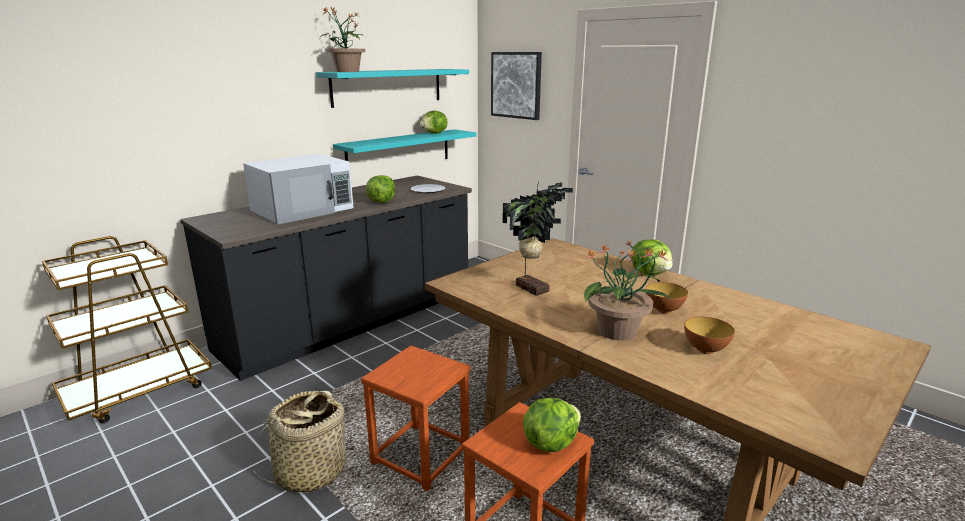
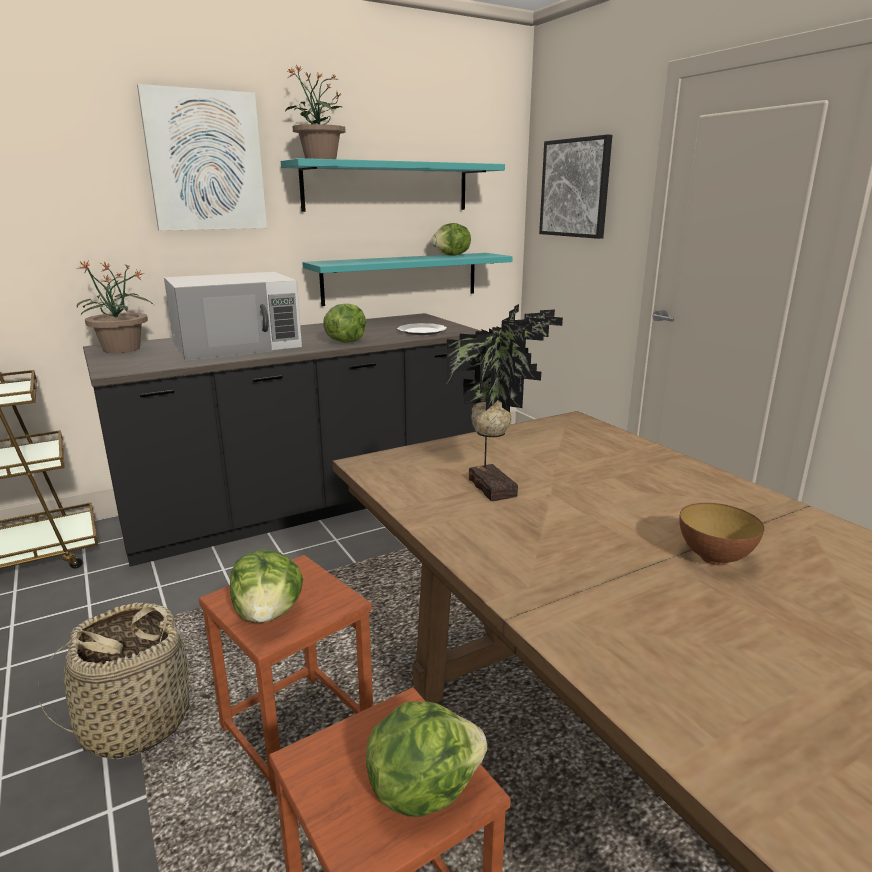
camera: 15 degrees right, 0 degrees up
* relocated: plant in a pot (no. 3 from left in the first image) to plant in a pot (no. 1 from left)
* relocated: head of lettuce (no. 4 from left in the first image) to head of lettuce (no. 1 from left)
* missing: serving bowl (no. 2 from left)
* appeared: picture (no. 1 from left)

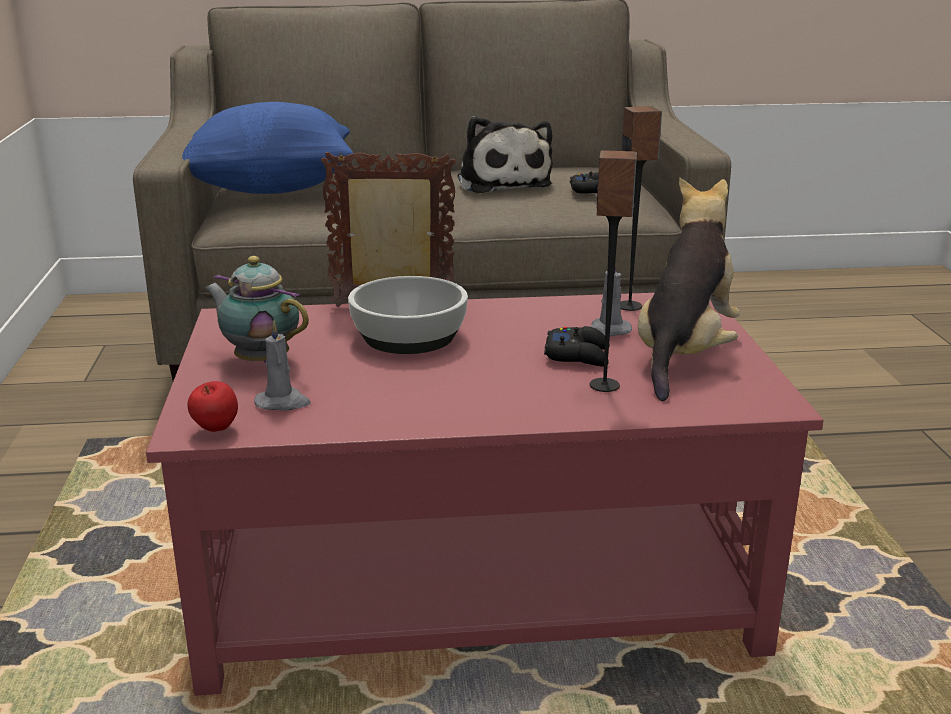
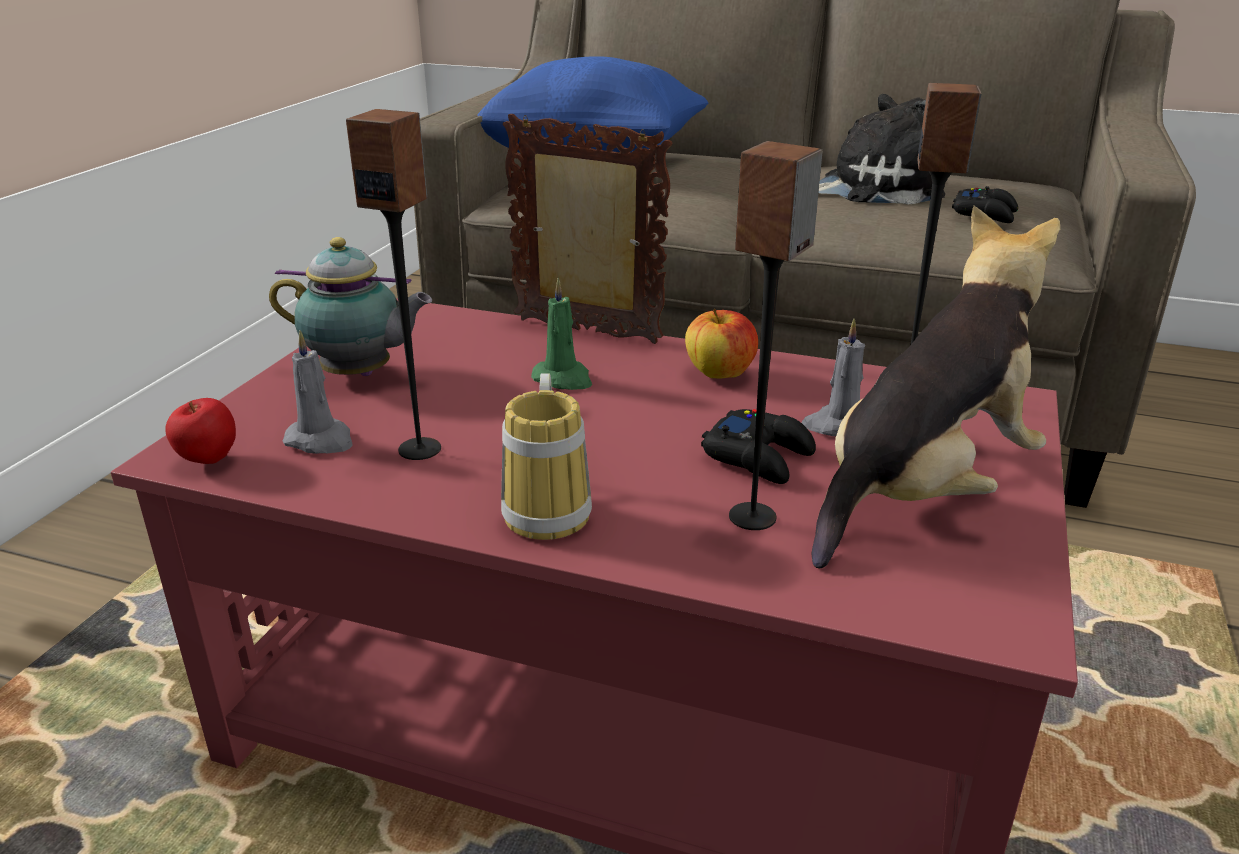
camera: 25 degrees right, 5 degrees up
* spun: teapot 135 degrees clockwise
* exchanged: serving bowl to greenish wax light
* spun: soft toy (no. 1 from left) 105 degrees counterclockwise
* appeared: speaker (no. 1 from left)
* appeared: coffee mug
* appeared: apple (no. 2 from left)

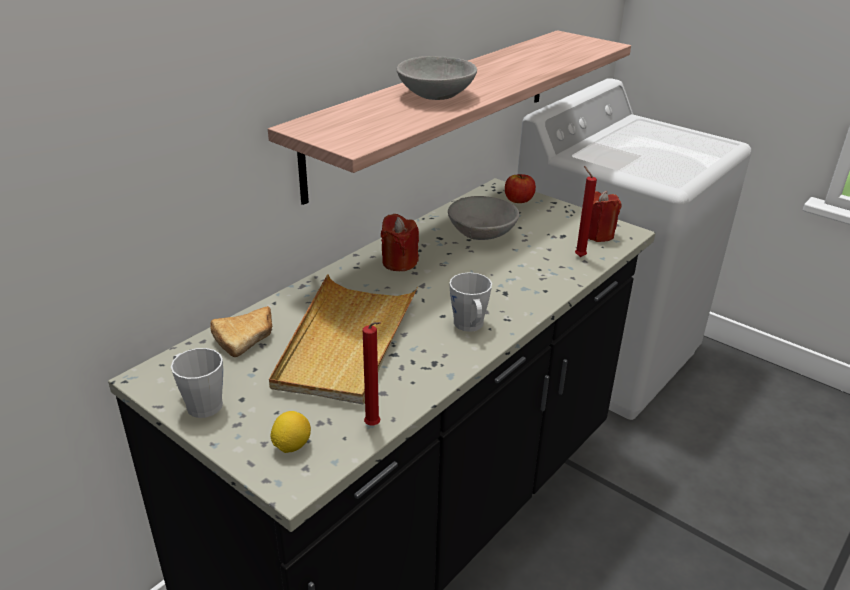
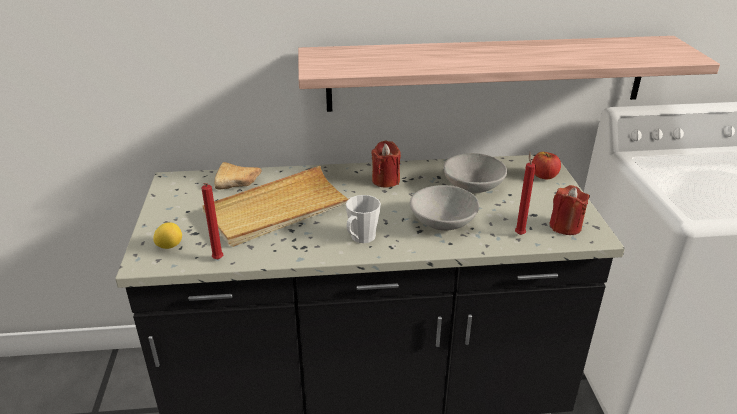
camera: 45 degrees right, 0 degrees up
* missing: gray coffee mug (no. 1 from left)
* relocated: gray serving bowl (no. 1 from left)

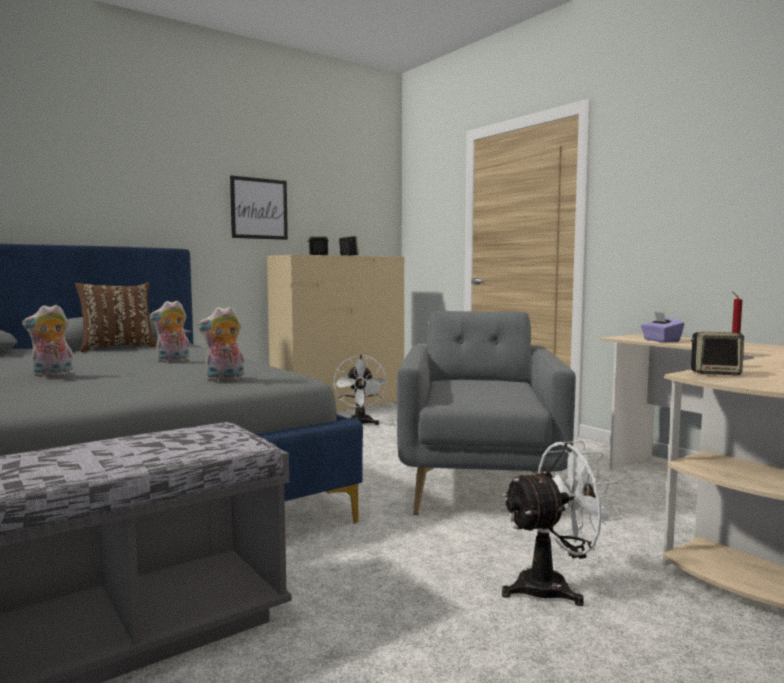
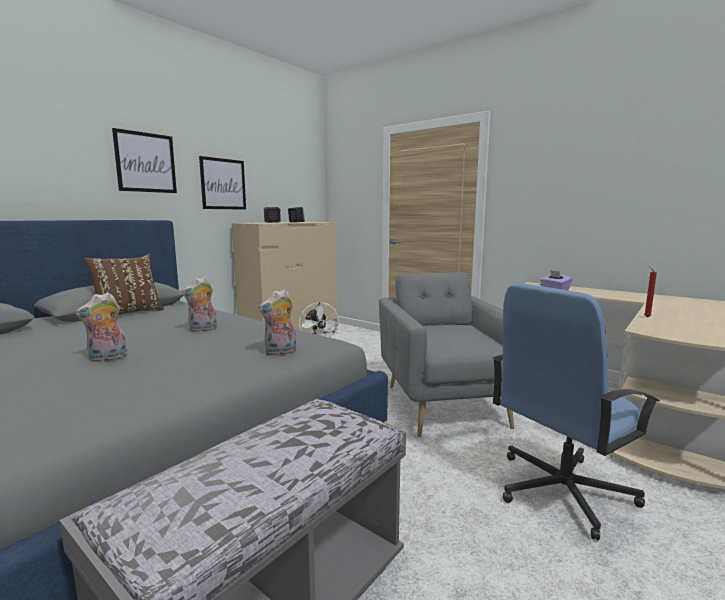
camera: 15 degrees left, 5 degrees up
* exchanged: white fan (no. 2 from left) to blue-coloured office chair
* missing: speaker (no. 3 from left)
* appeared: picture (no. 1 from left)

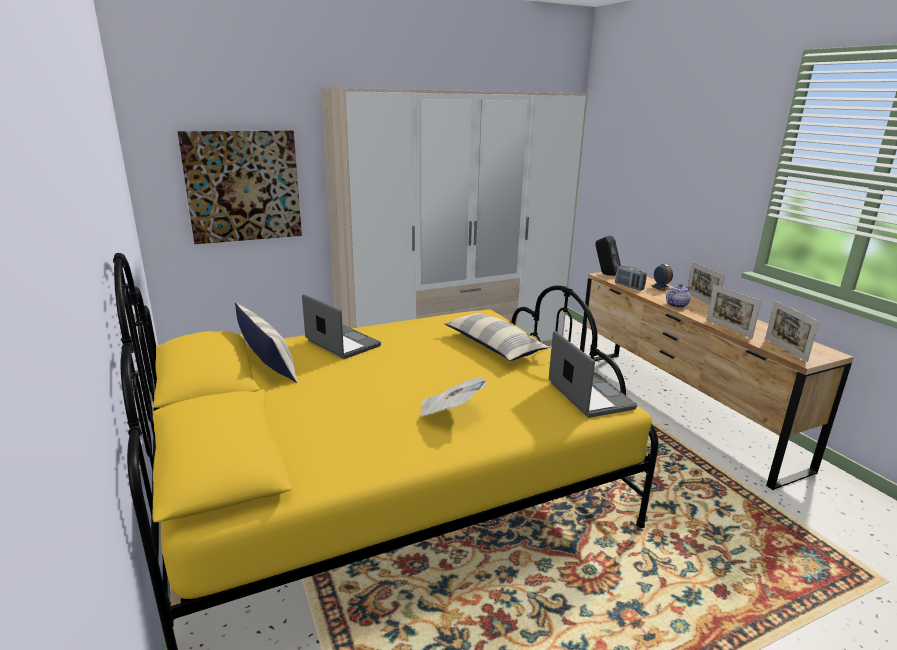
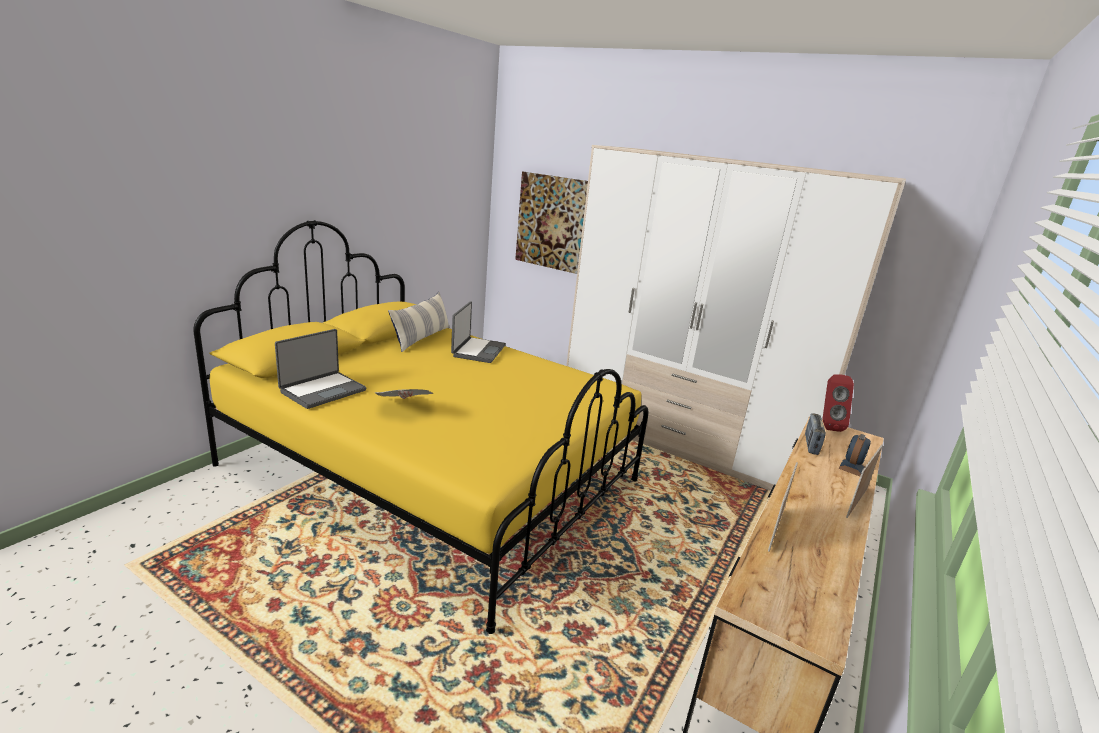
camera: 55 degrees right, 0 degrees up
* missing: throw pillow (no. 2 from left)
* relocated: notebook computer (no. 2 from left in the first image) to notebook computer (no. 1 from left)
* colour: black-coloured speaker to red-coloured speaker
* missing: teapot
* missing: picture frame (no. 3 from left)

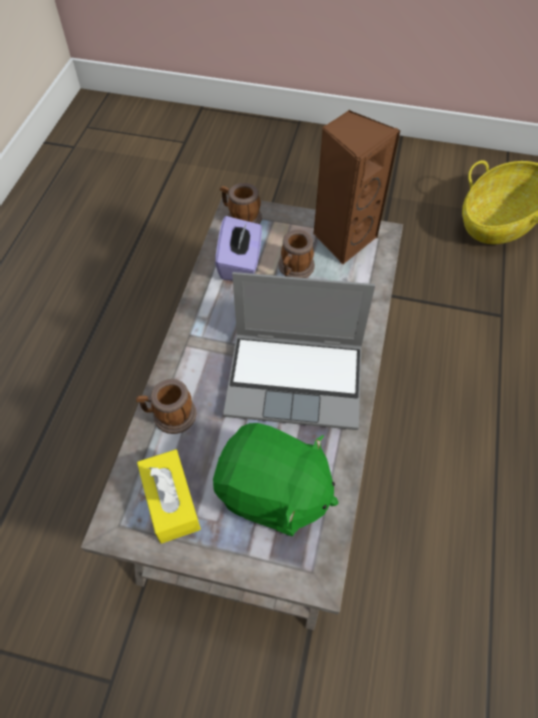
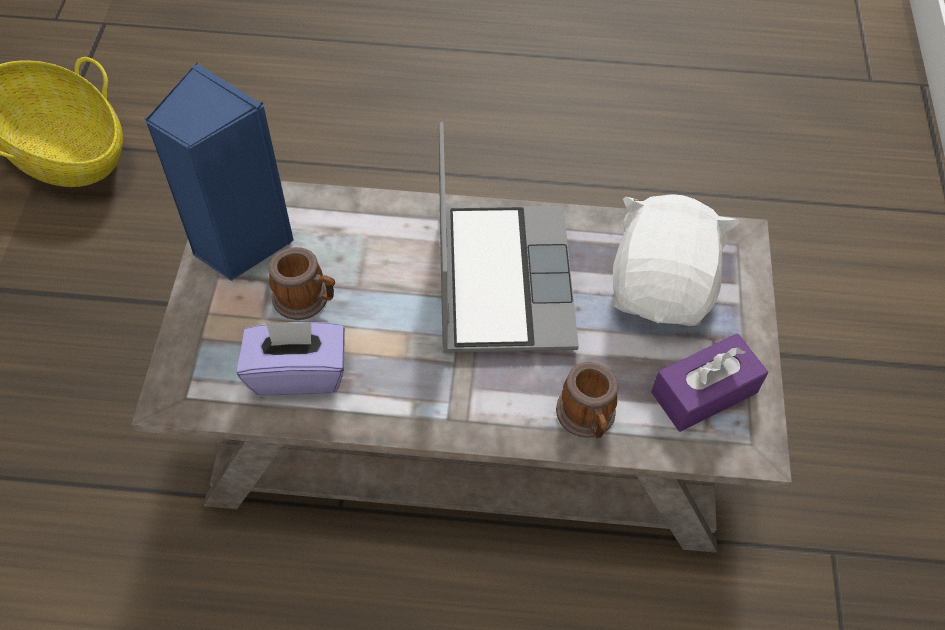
camera: 100 degrees left, 0 degrees up
* colour: yellowish box of tissues to purple-coloured box of tissues (no. 2 from left)
* colour: greenish soft toy to white soft toy
* missing: coffee mug (no. 2 from left)
* colour: brown speaker to blue-coloured speaker

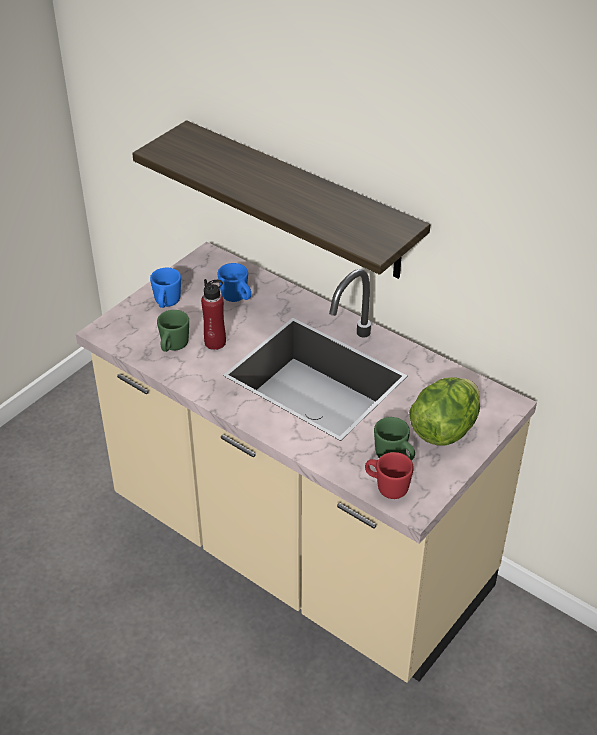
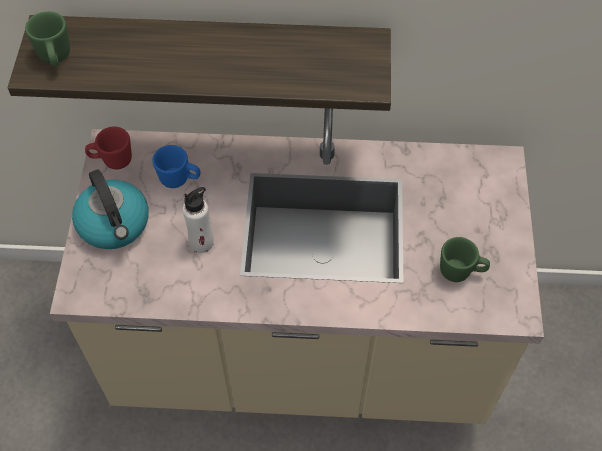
camera: 35 degrees left, 15 degrees up
* exchanged: blue-coloured coffee mug (no. 1 from left) to water kettle
* relocated: greenish coffee mug (no. 1 from left)
* colour: red-coloured beverage bottle to white beverage bottle
* relocated: red-coloured coffee mug
* missing: head of lettuce

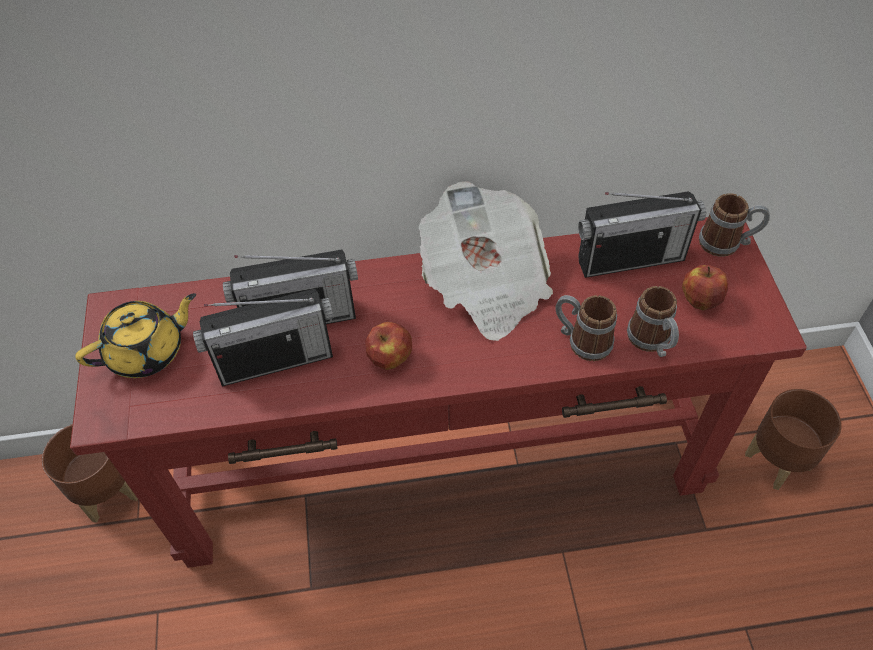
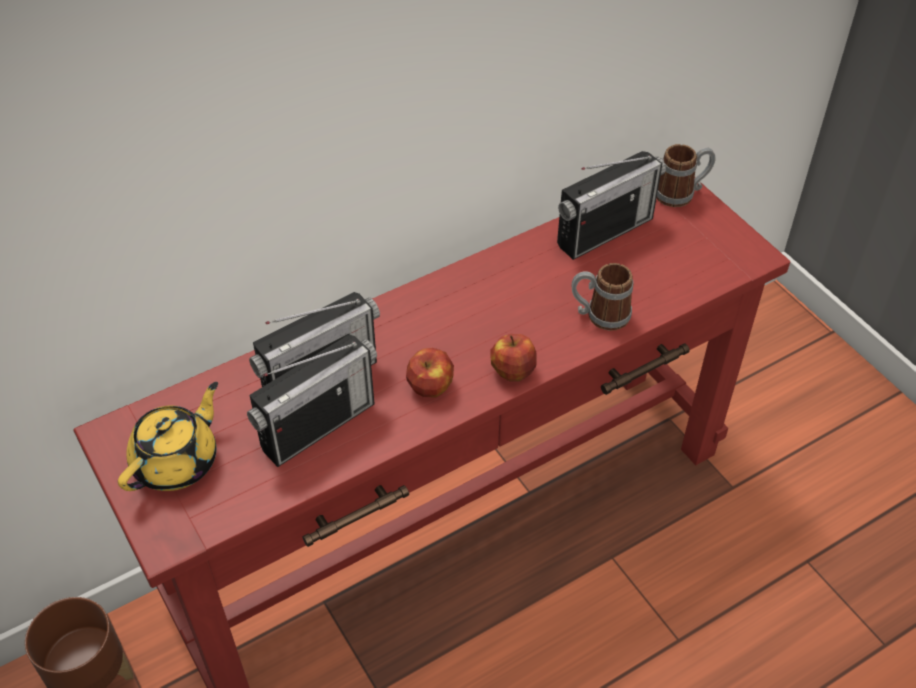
camera: 25 degrees left, 5 degrees down
* missing: printed paper
* missing: coffee mug (no. 2 from left)
* relocated: apple (no. 2 from left)
* missing: brown planter (no. 2 from left)

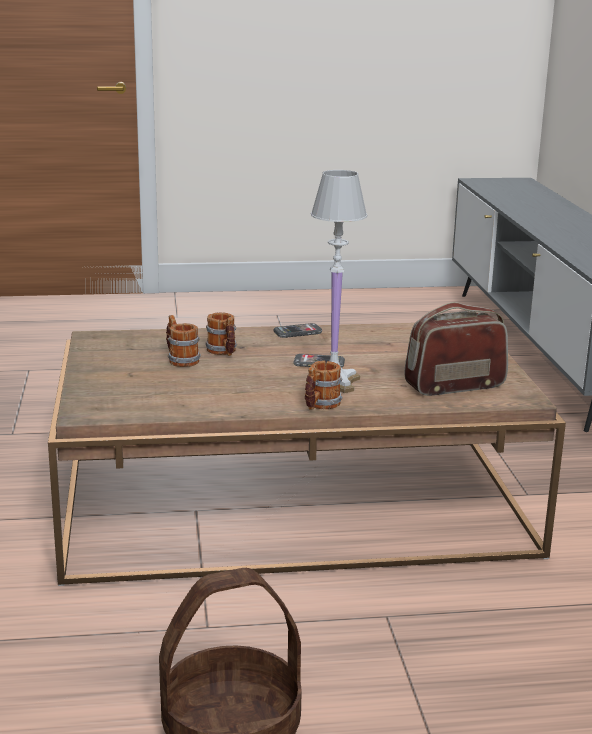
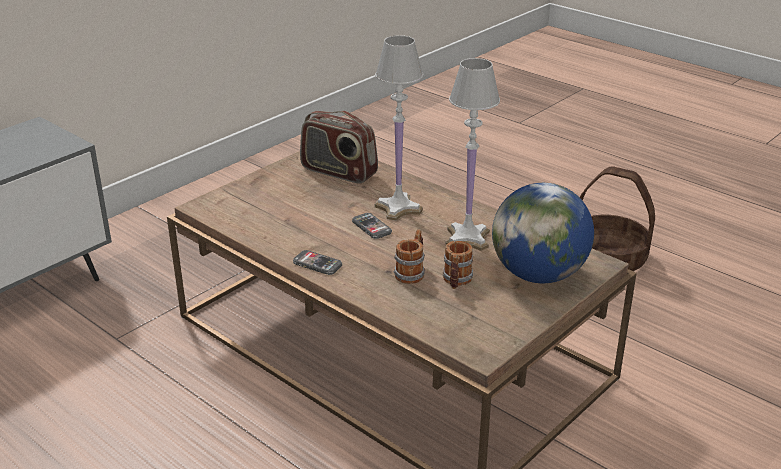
camera: 130 degrees left, 10 degrees up
* missing: coffee mug (no. 3 from left)
* appeared: white table lamp (no. 2 from left)
* appeared: globe

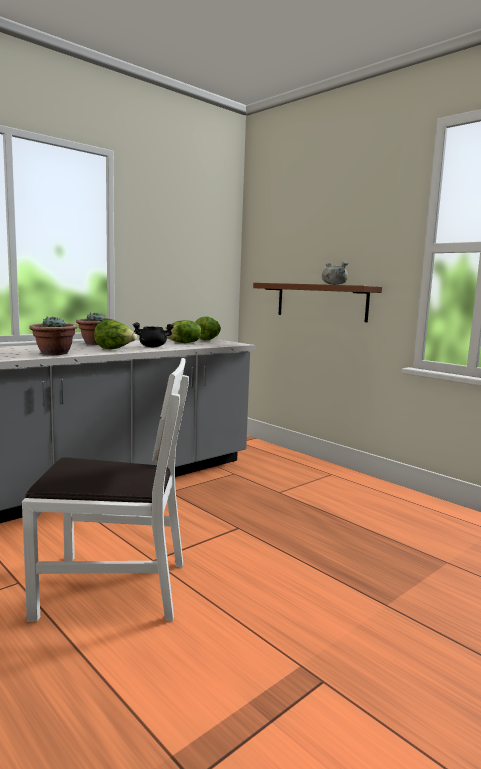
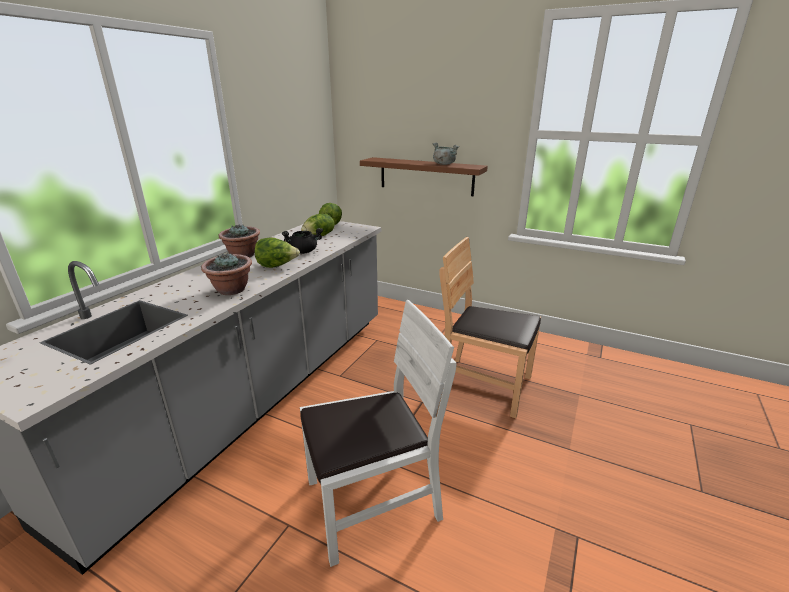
camera: 20 degrees left, 15 degrees up
* appeared: brown plain chair

